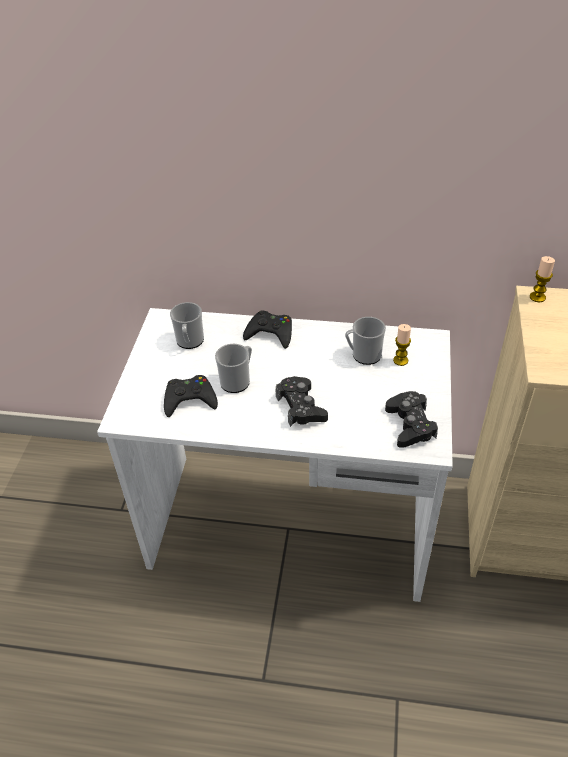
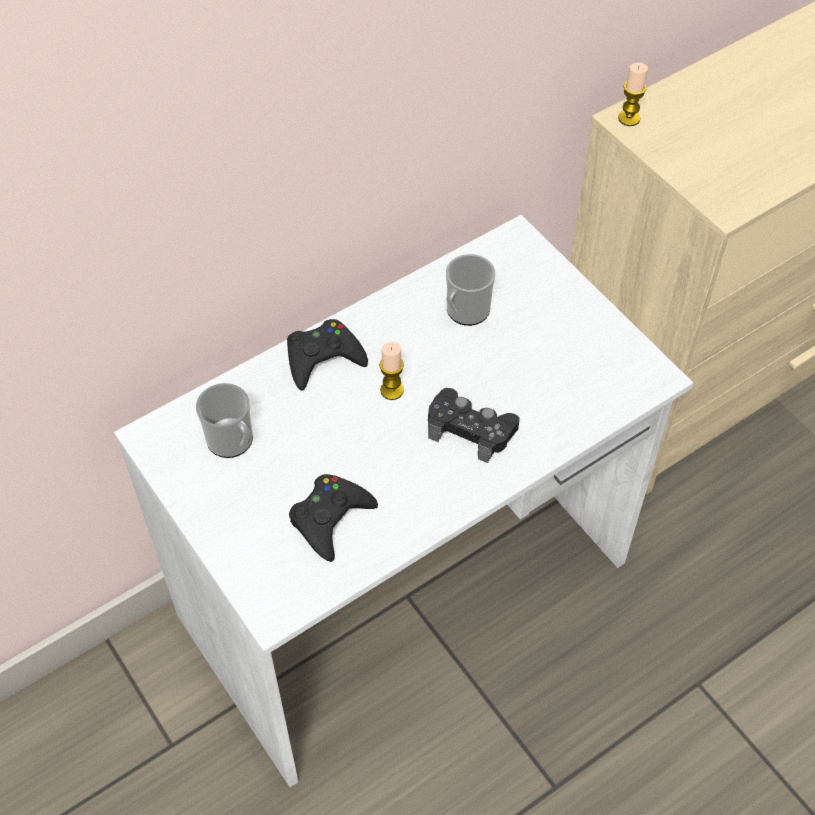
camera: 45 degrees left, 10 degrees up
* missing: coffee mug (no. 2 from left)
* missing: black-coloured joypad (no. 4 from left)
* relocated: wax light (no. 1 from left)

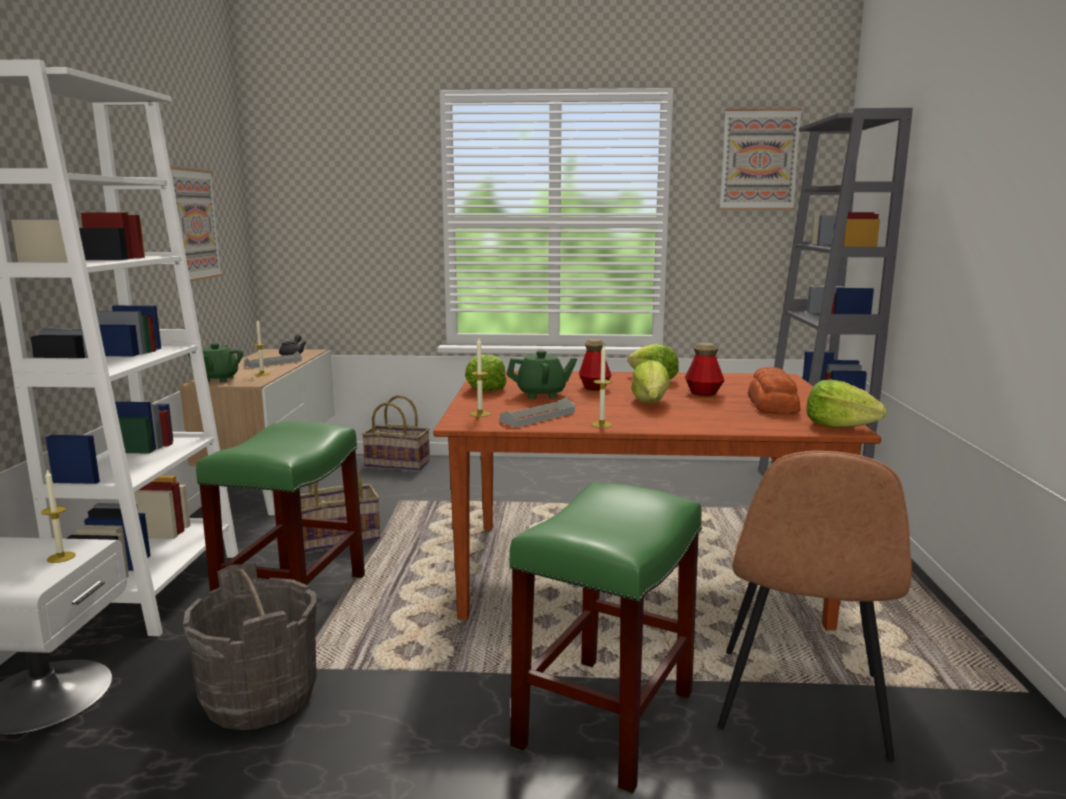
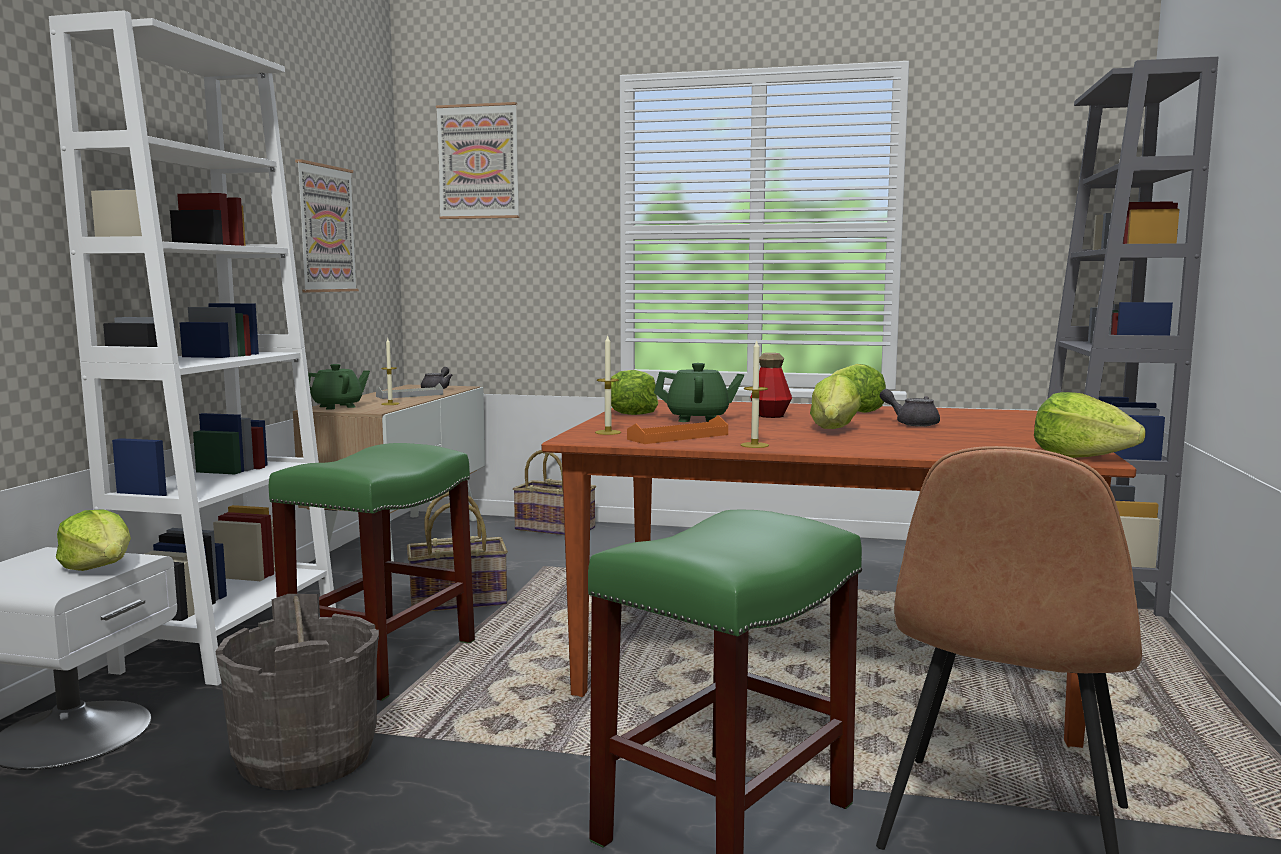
camera: 10 degrees right, 5 degrees down
* exchanged: wax light (no. 1 from left) to head of lettuce (no. 1 from left)
* spun: greenish teapot (no. 1 from left) 135 degrees counterclockwise
* colour: gray tray (no. 2 from left) to orange-coloured tray
* exchanged: beverage bottle (no. 2 from left) to gray teapot (no. 2 from left)
* relocated: picture (no. 2 from left)
* missing: baked bread

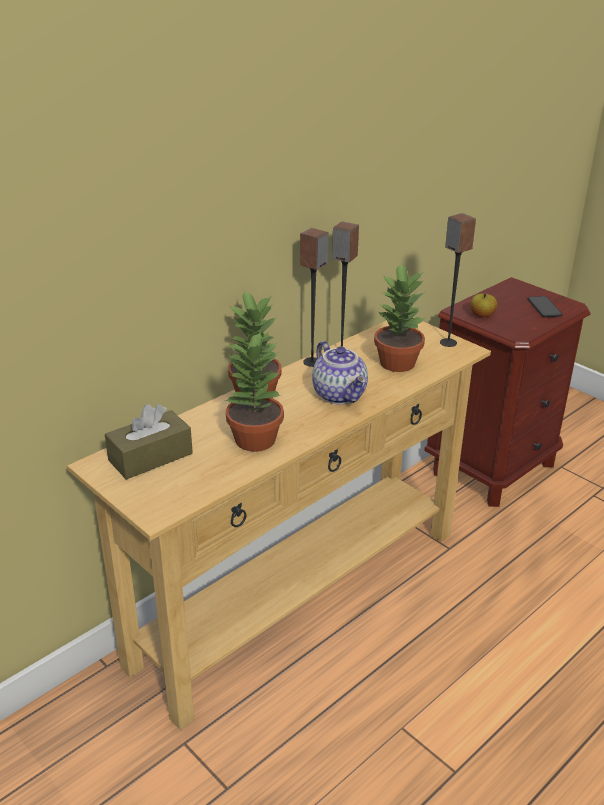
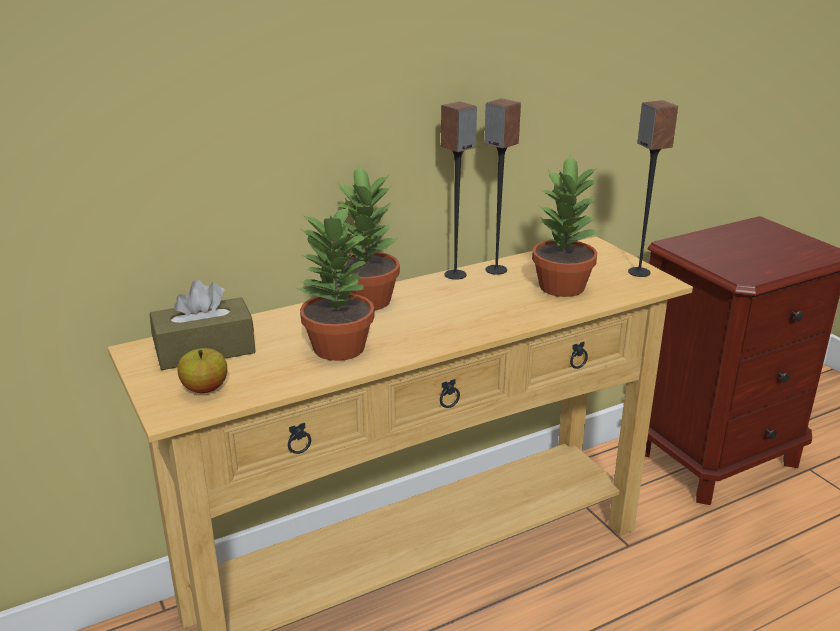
camera: 15 degrees right, 5 degrees down
* missing: teapot
* relocated: apple
* missing: handset

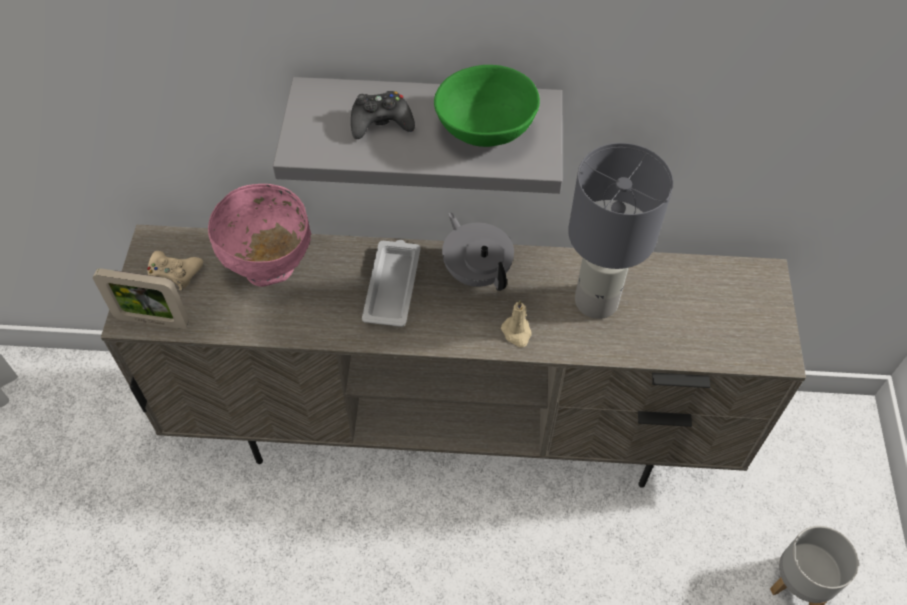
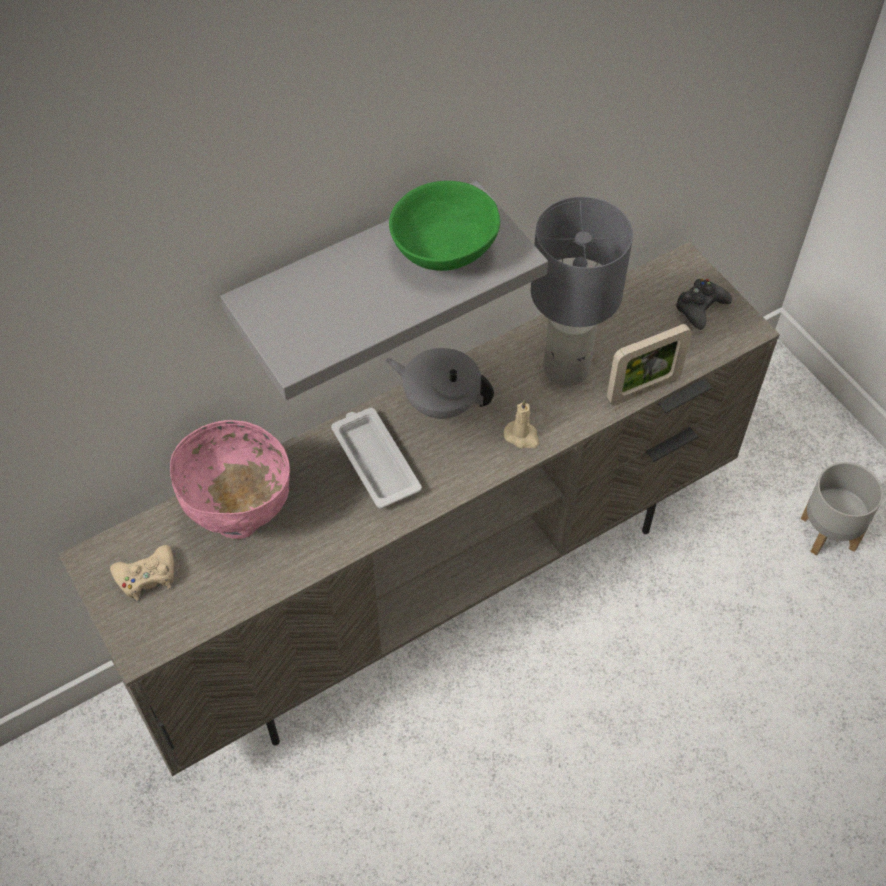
camera: 35 degrees left, 0 degrees up
* relocated: picture frame
* relocated: black-coloured joypad

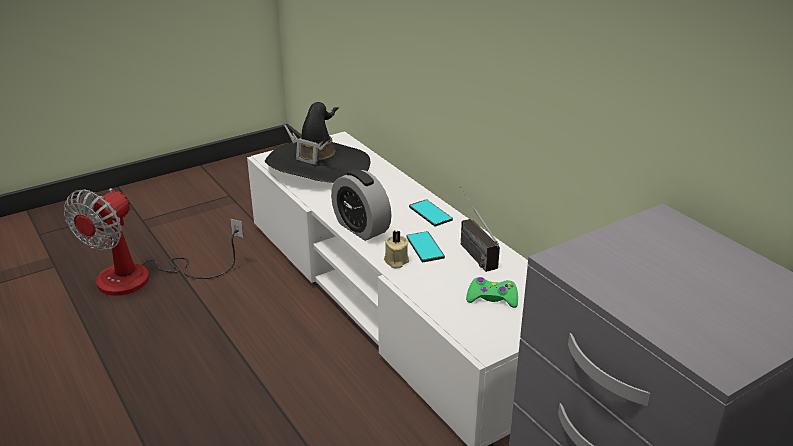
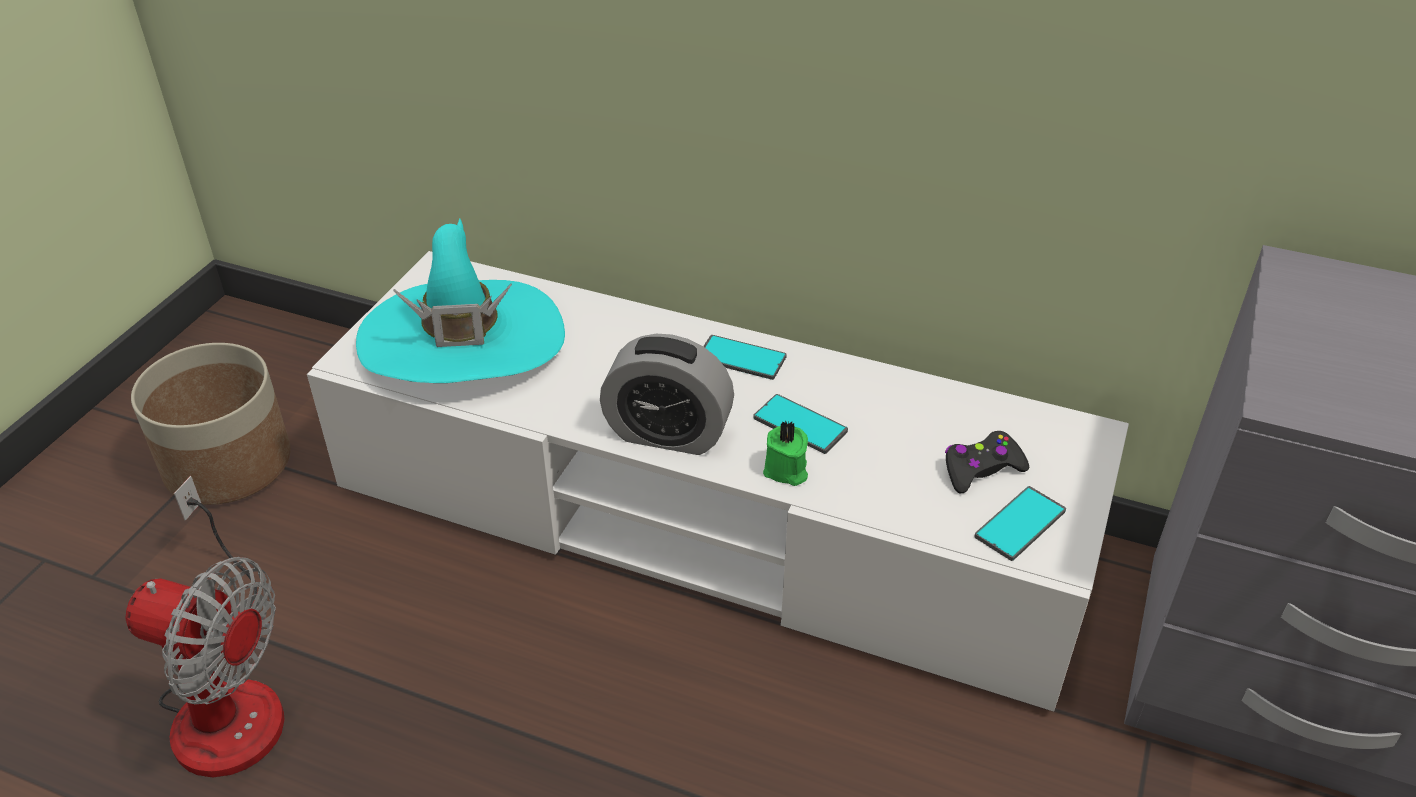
camera: 35 degrees left, 10 degrees up
* spun: fan 60 degrees counterclockwise
* colour: black-coloured hat to blue-green hat
* colour: sand-coloured wax light to greenish wax light
* missing: radio set
* colour: greenish joypad to black-coloured joypad
* appeared: planter
* appeared: handset (no. 3 from left)

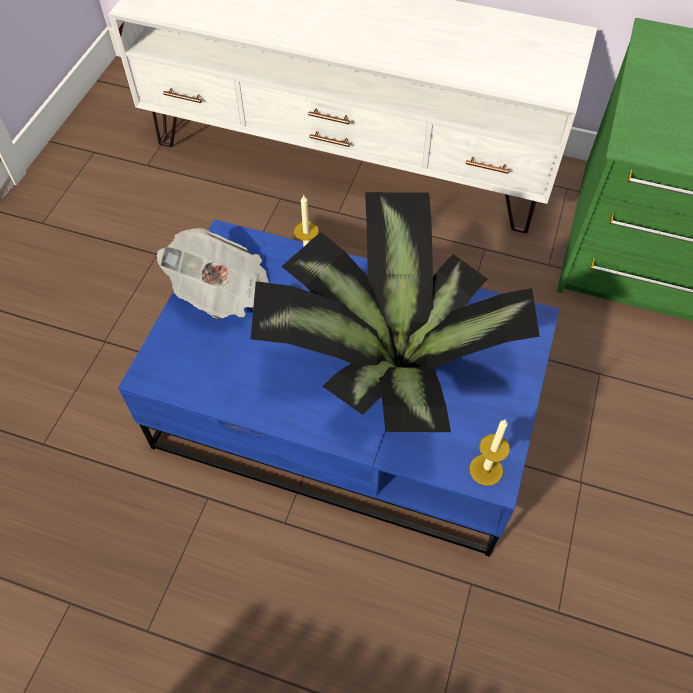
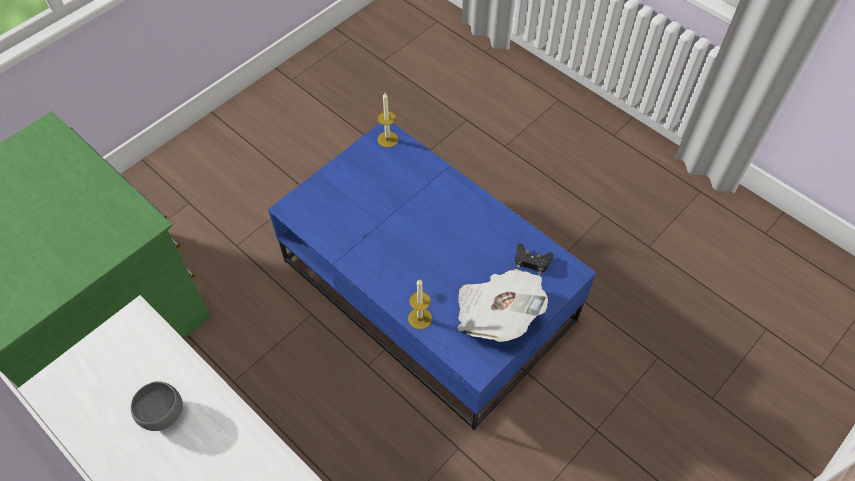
camera: 155 degrees left, 0 degrees up
* missing: plant in a pot
* appeared: gray serving bowl
* appeared: black-coloured joypad

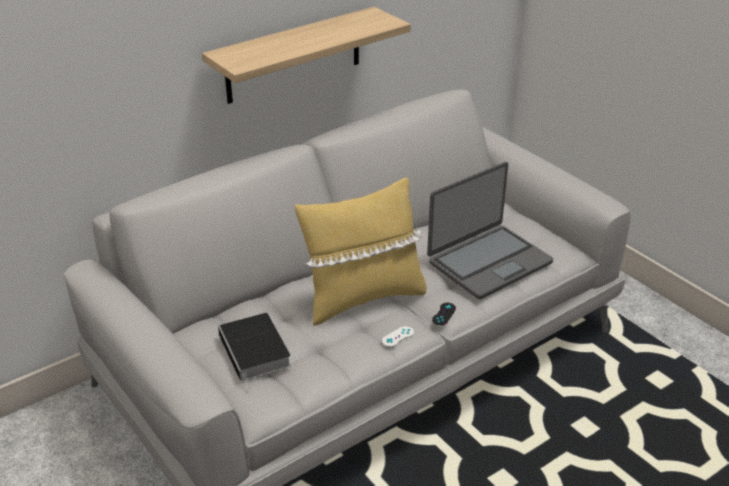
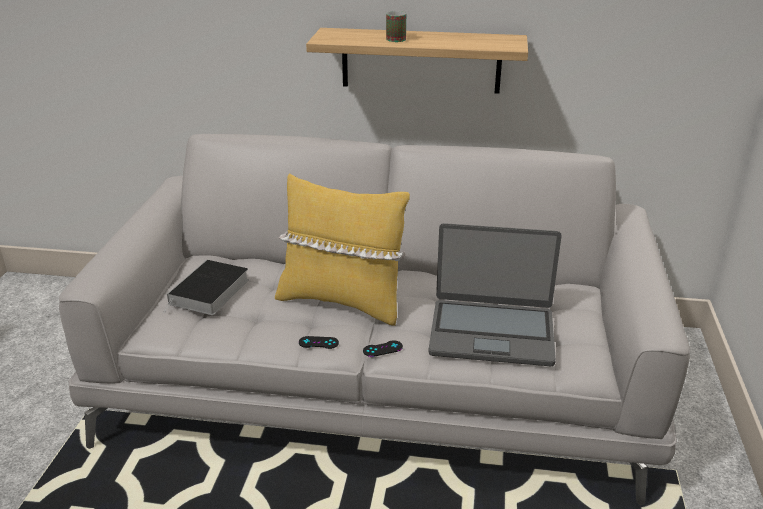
camera: 45 degrees right, 5 degrees down
* colour: white joypad to black-coloured joypad (no. 1 from left)
* appeared: coffee mug

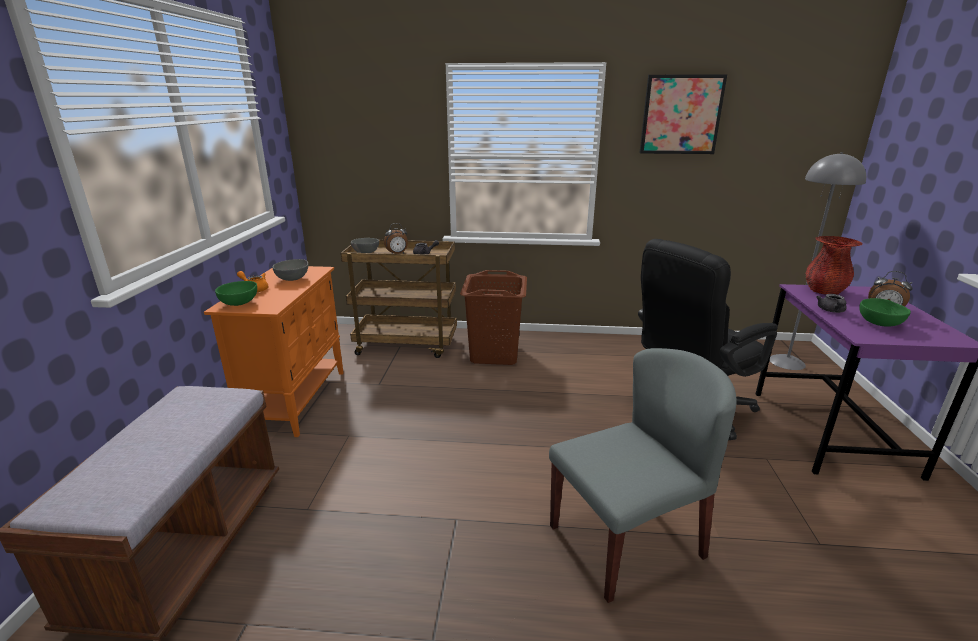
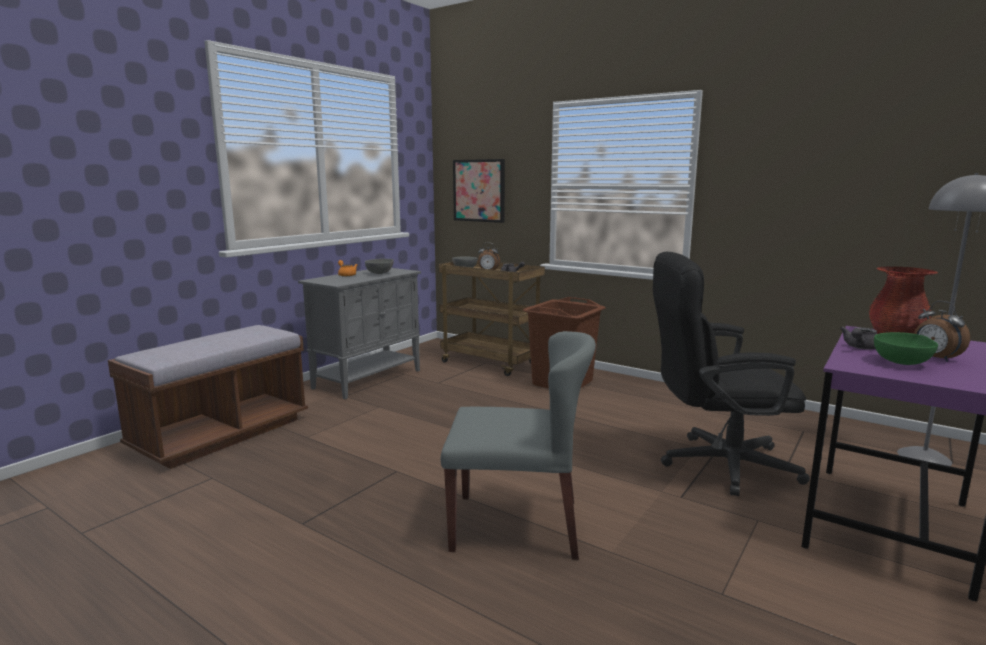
camera: 30 degrees right, 10 degrees down
* colour: orange-coloured storage cabinet to gray storage cabinet
* missing: greenish serving bowl (no. 1 from left)
* relocated: picture

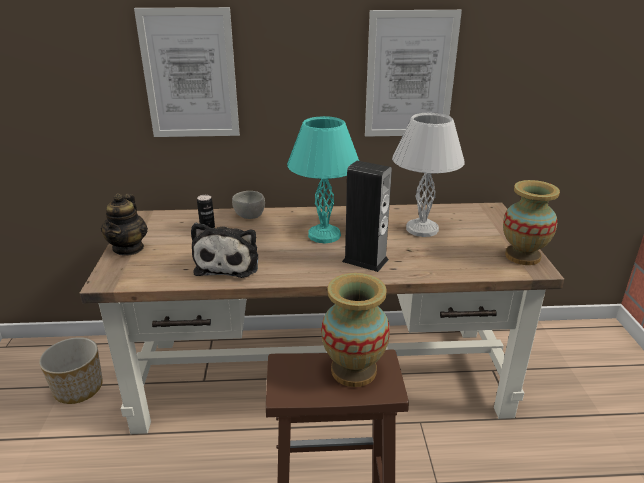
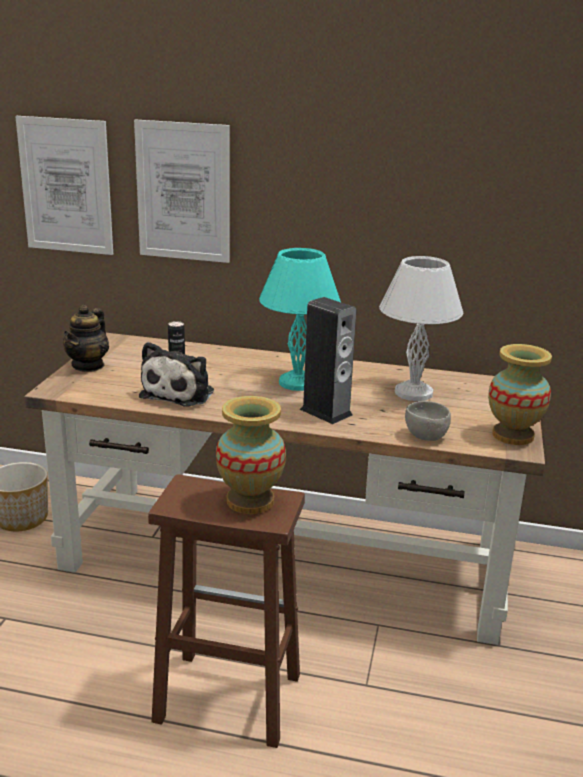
camera: 15 degrees right, 5 degrees down
* relocated: gray serving bowl
* relocated: picture (no. 2 from left in the first image) to picture (no. 1 from left)

